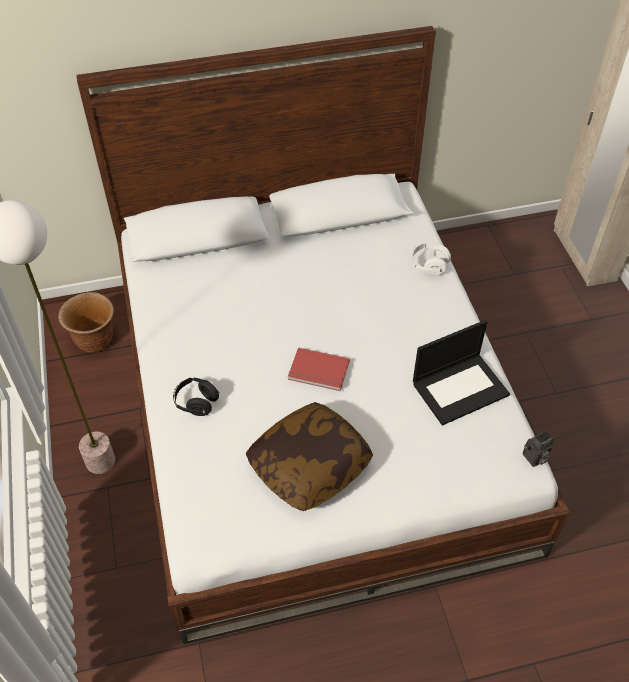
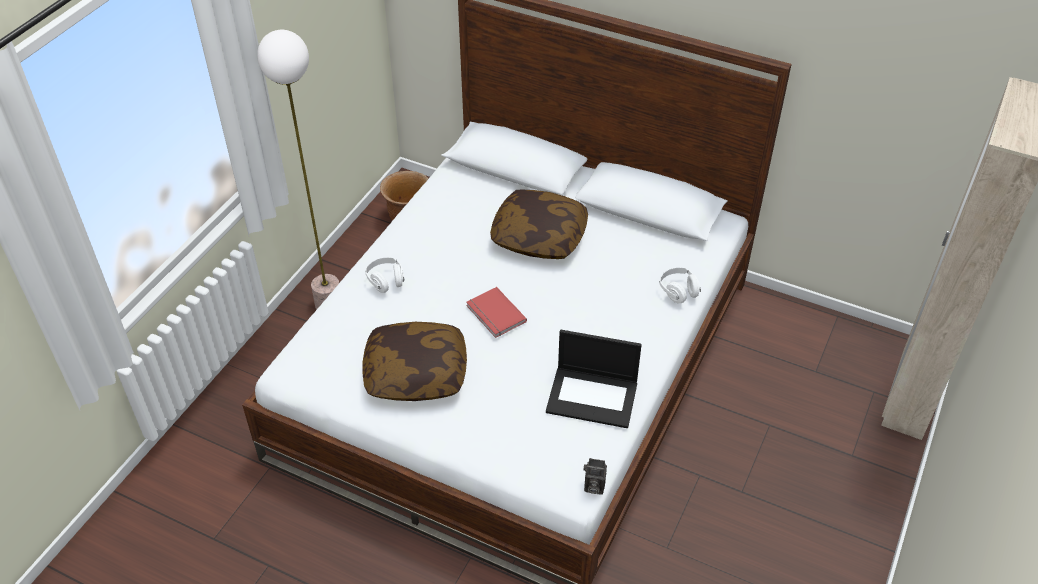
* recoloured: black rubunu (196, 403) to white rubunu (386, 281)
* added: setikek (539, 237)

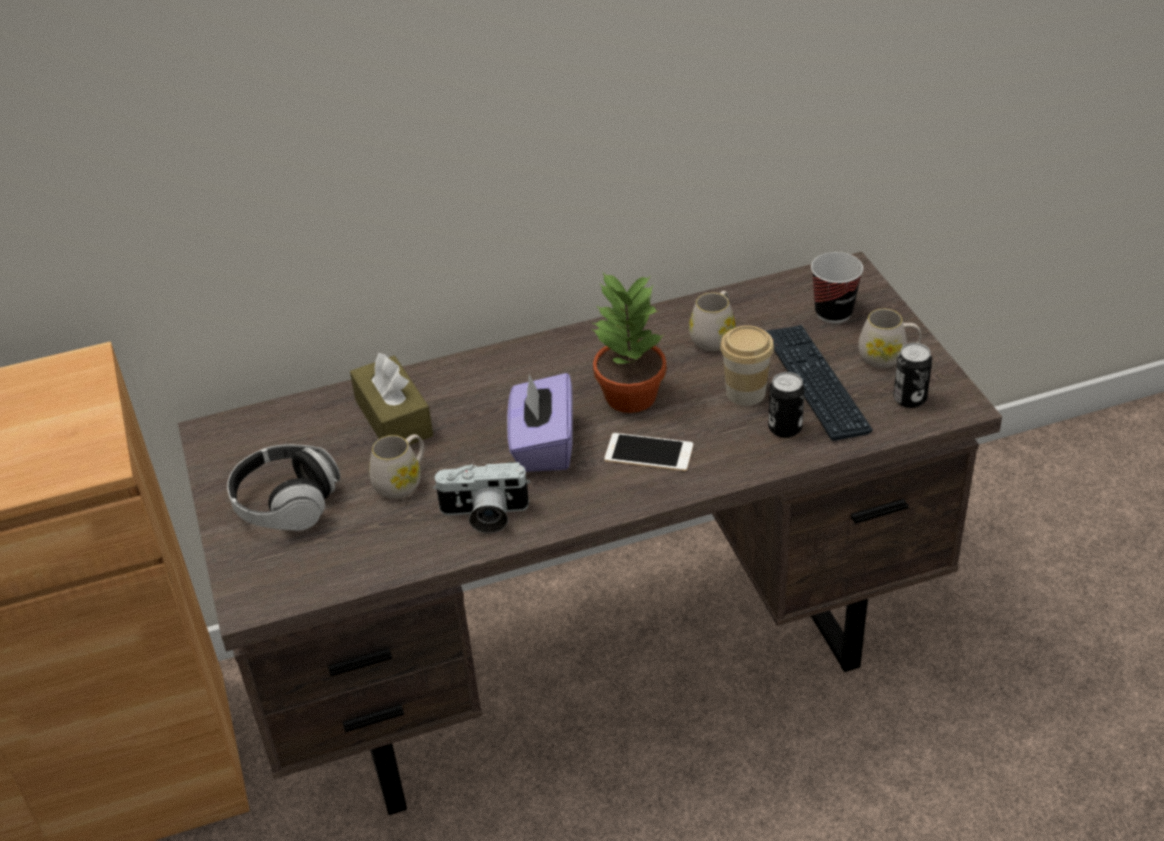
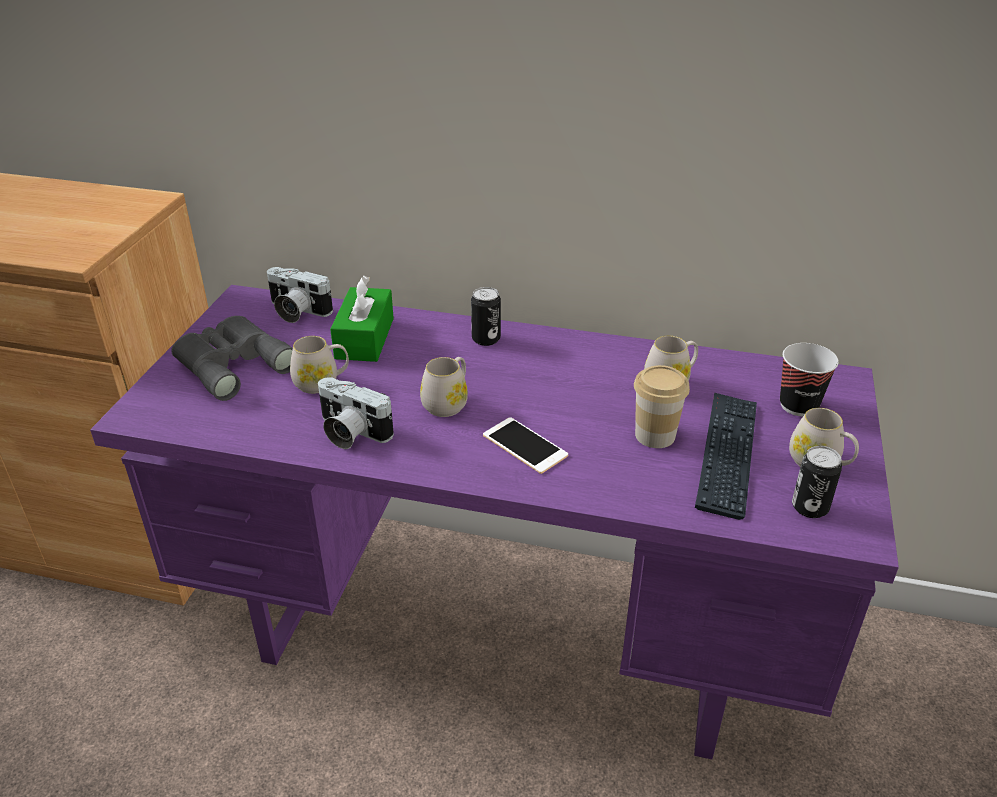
* recoloured: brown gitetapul (601, 661) to purple gitetapul (502, 633)
* removed: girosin (629, 396)
* recoloured: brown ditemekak (394, 418) to green ditemekak (364, 338)
* moved: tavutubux (785, 428) to (486, 339)
* replaced: purple ditemekak (543, 445) to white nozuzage (448, 403)
* replaced: rubunu (287, 504) to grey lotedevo (232, 363)
* added: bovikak (296, 311)

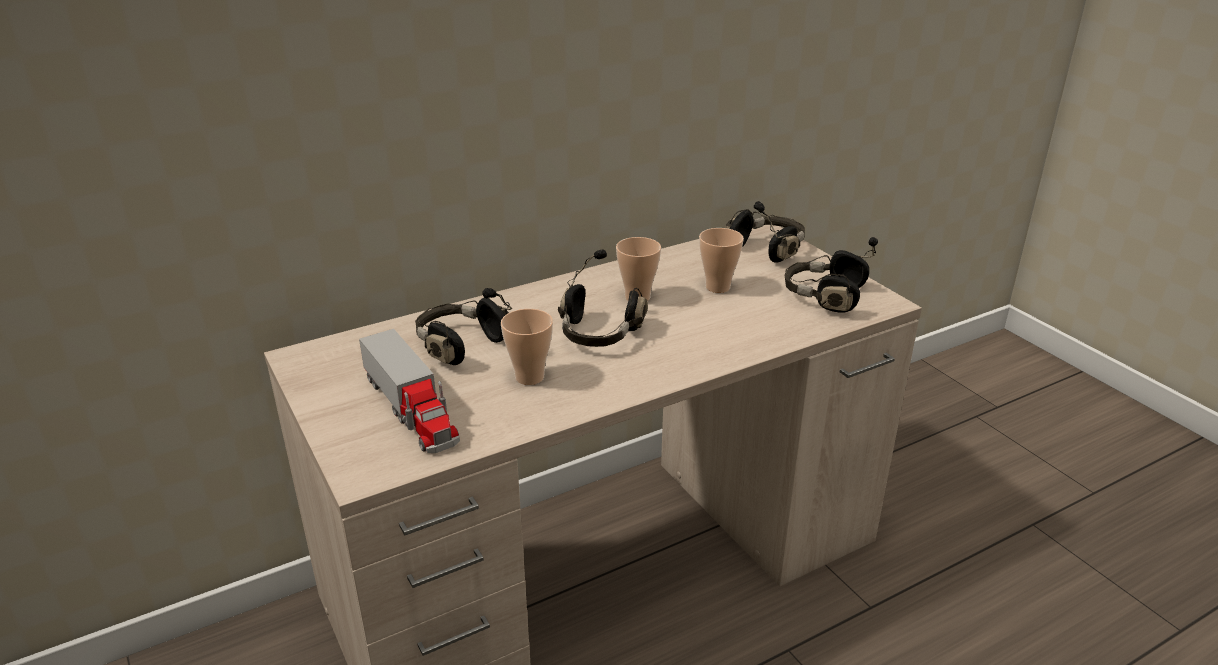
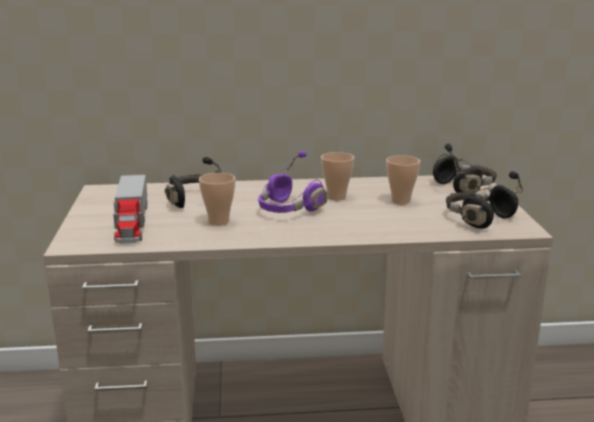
* recoloured: black rubunu (599, 333) to purple rubunu (288, 210)

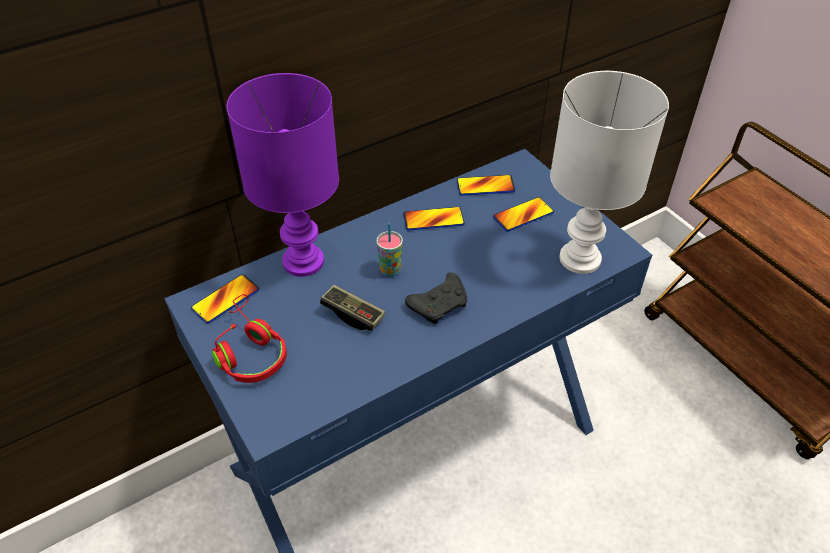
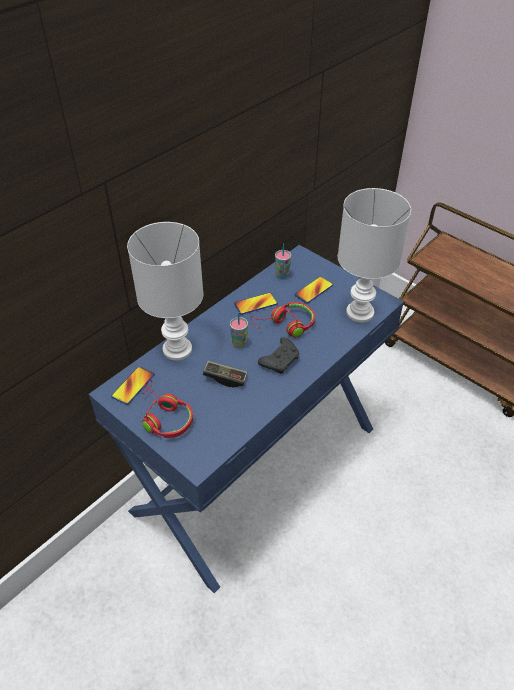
* recoloured: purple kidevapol (303, 260) to white kidevapol (176, 349)
* replaced: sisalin (485, 186) to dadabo (282, 275)
* added: red rubunu (286, 325)

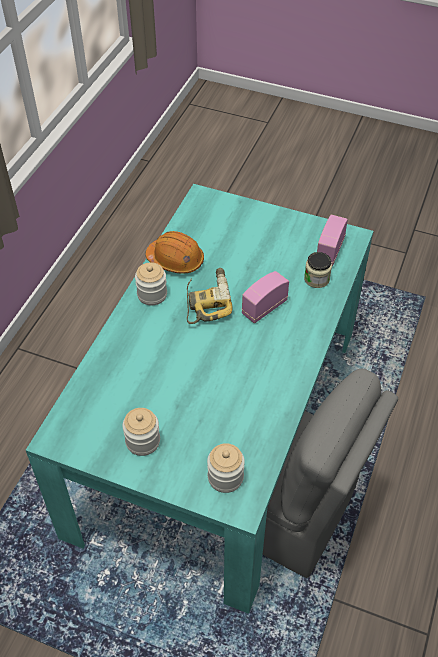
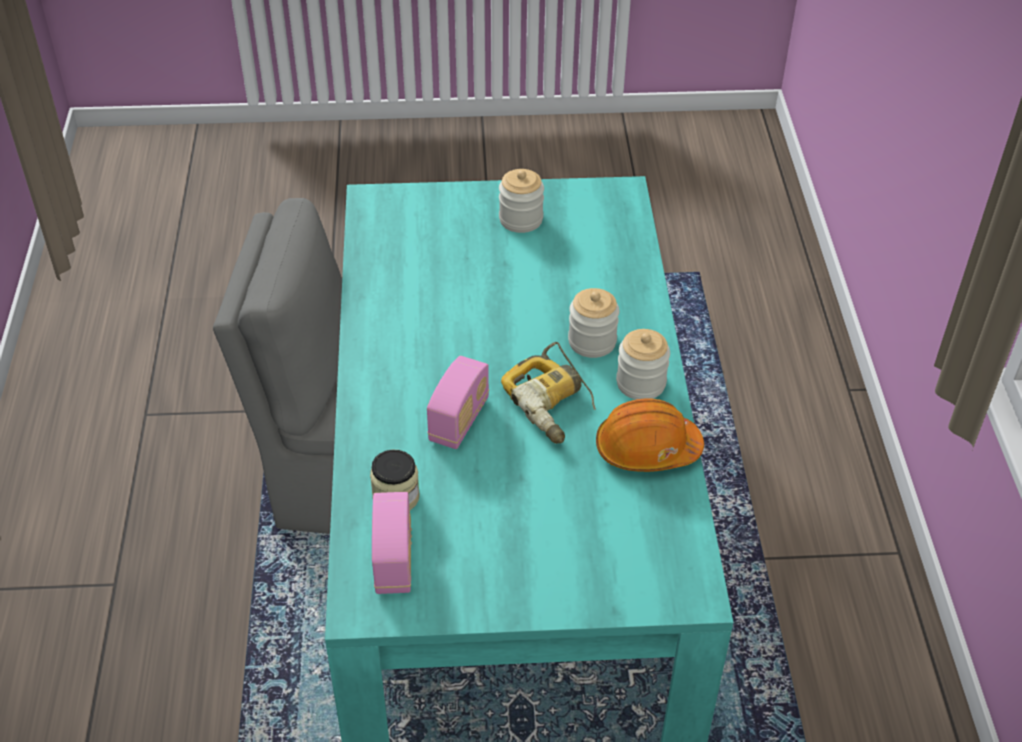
* moved: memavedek (225, 477) to (592, 341)

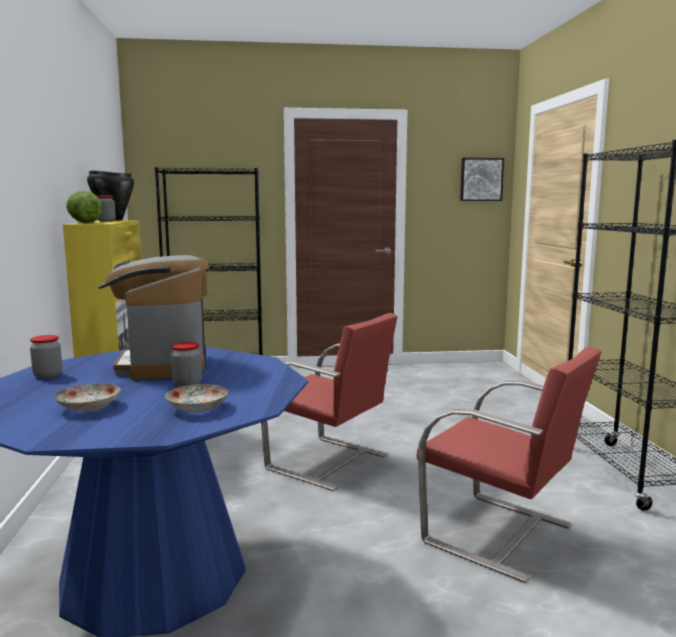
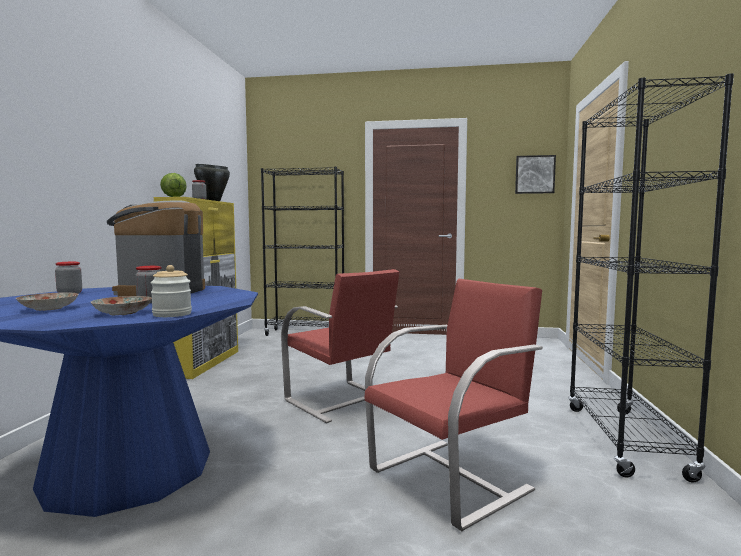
* turned: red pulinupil (500, 535) = (452, 479) 90 degrees counterclockwise
* added: memavedek (172, 314)

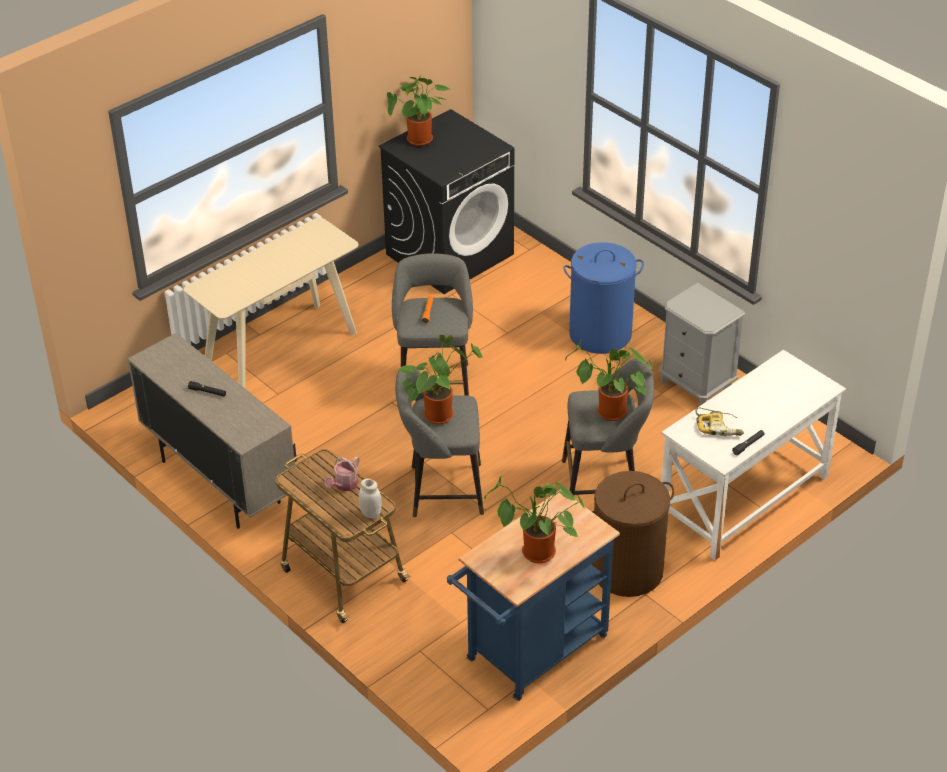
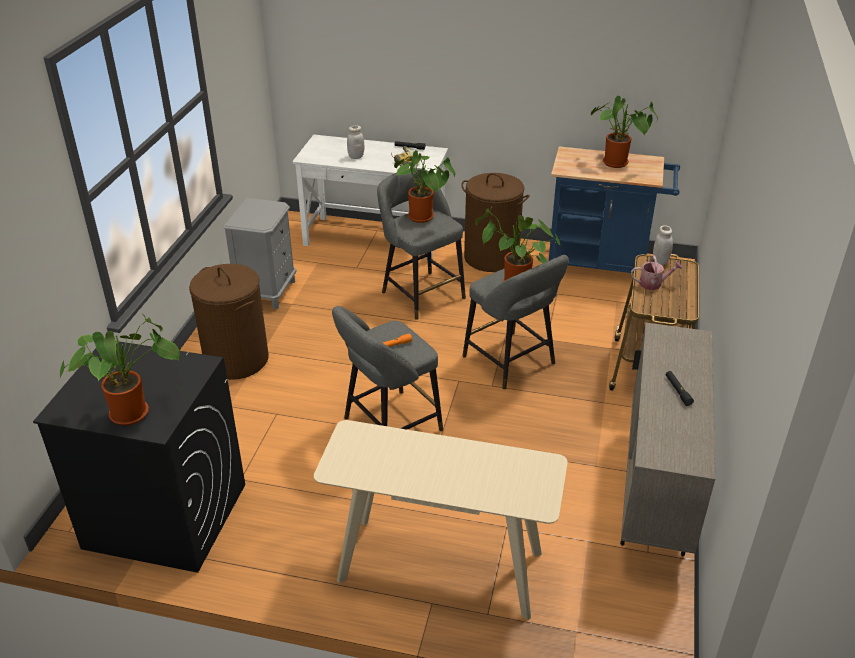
* recoloured: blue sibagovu (600, 334) to brown sibagovu (237, 360)
* added: white memavedek (356, 156)

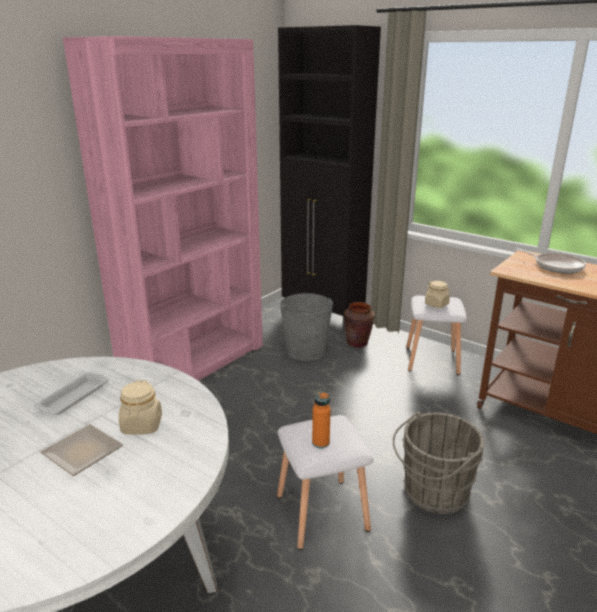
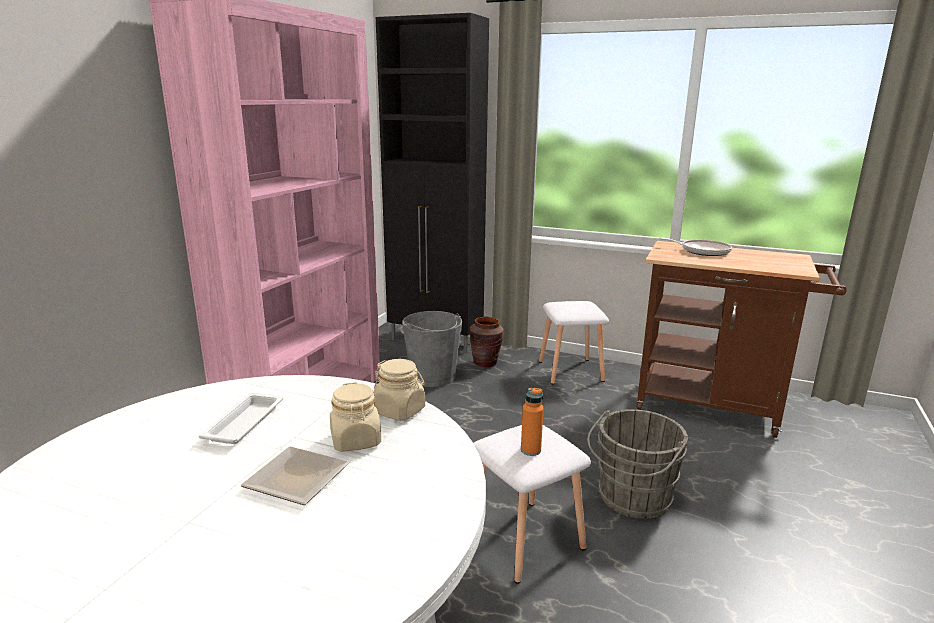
* moved: beige memavedek (436, 304) to (399, 411)

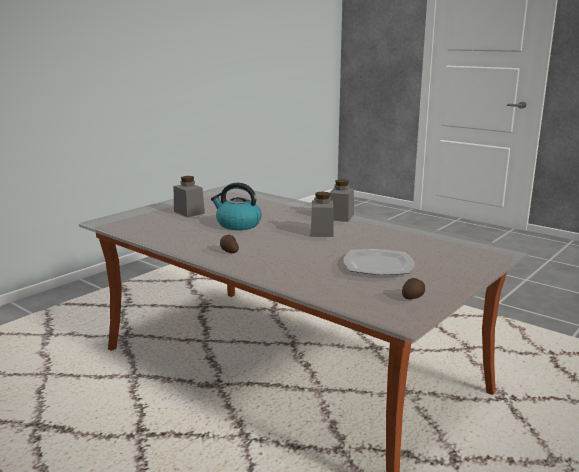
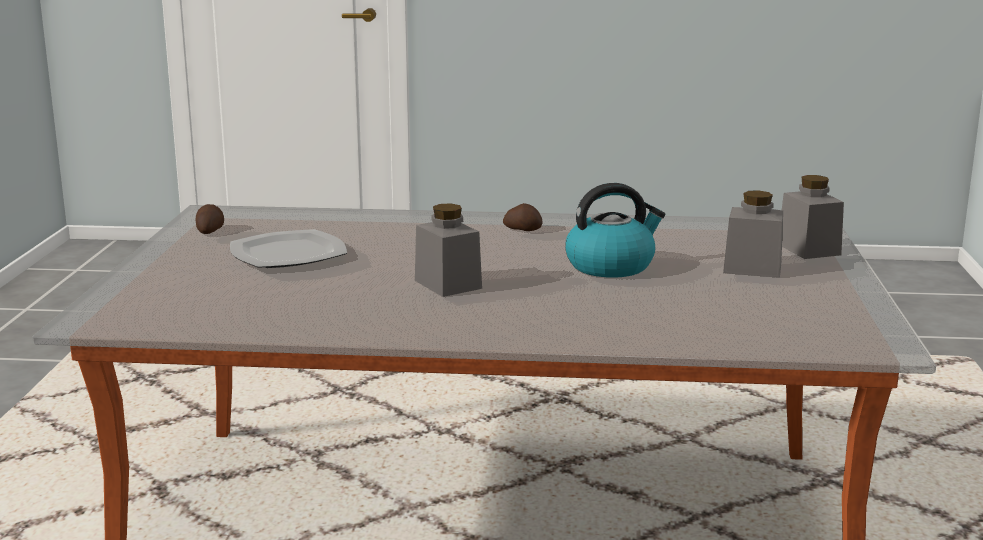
* moved: grey memavedek (340, 217) to (808, 249)

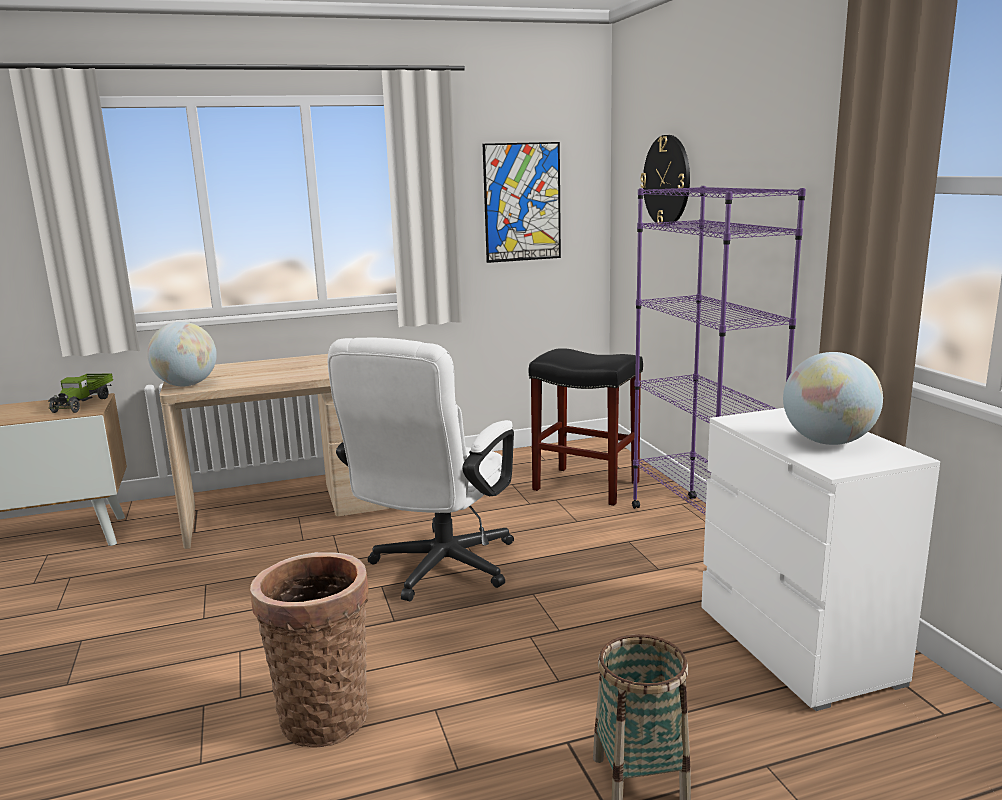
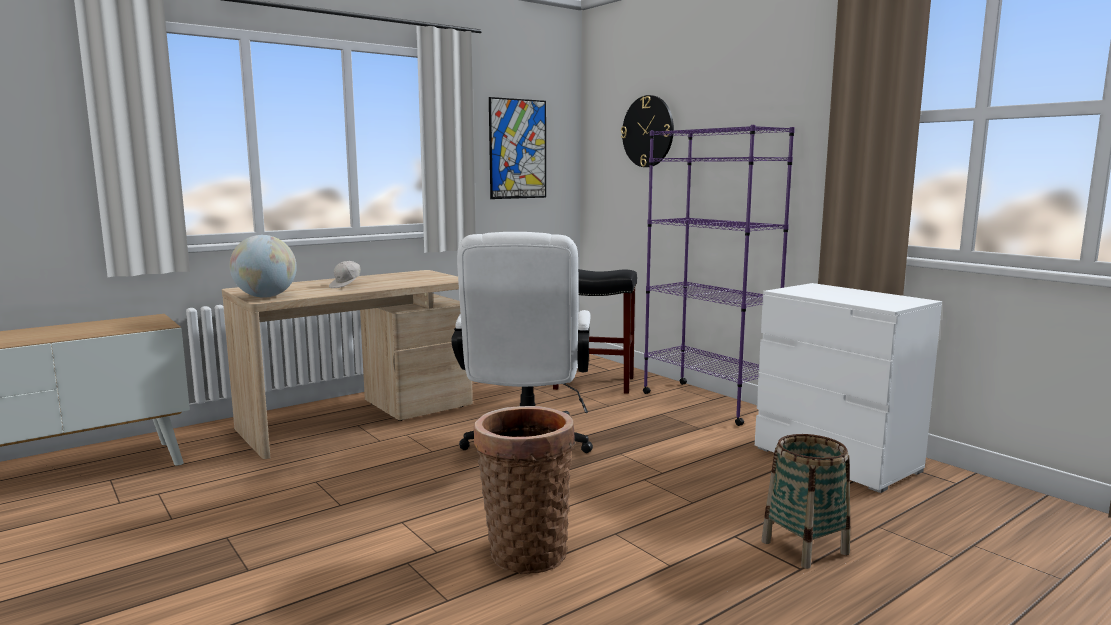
* removed: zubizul (828, 442)
* removed: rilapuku (84, 403)
* added: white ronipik (347, 285)

